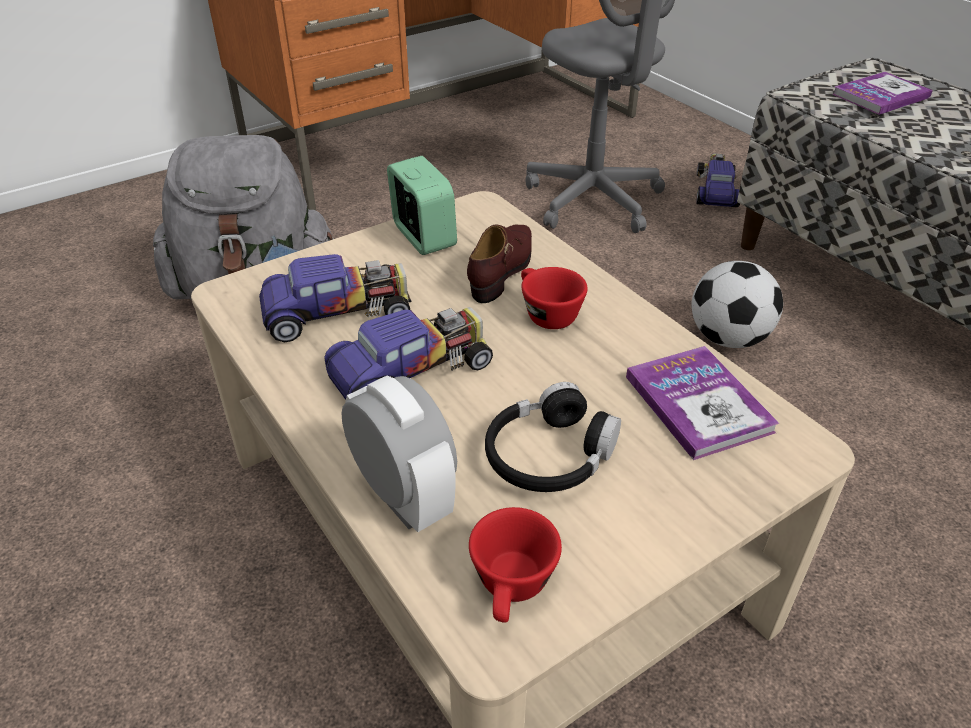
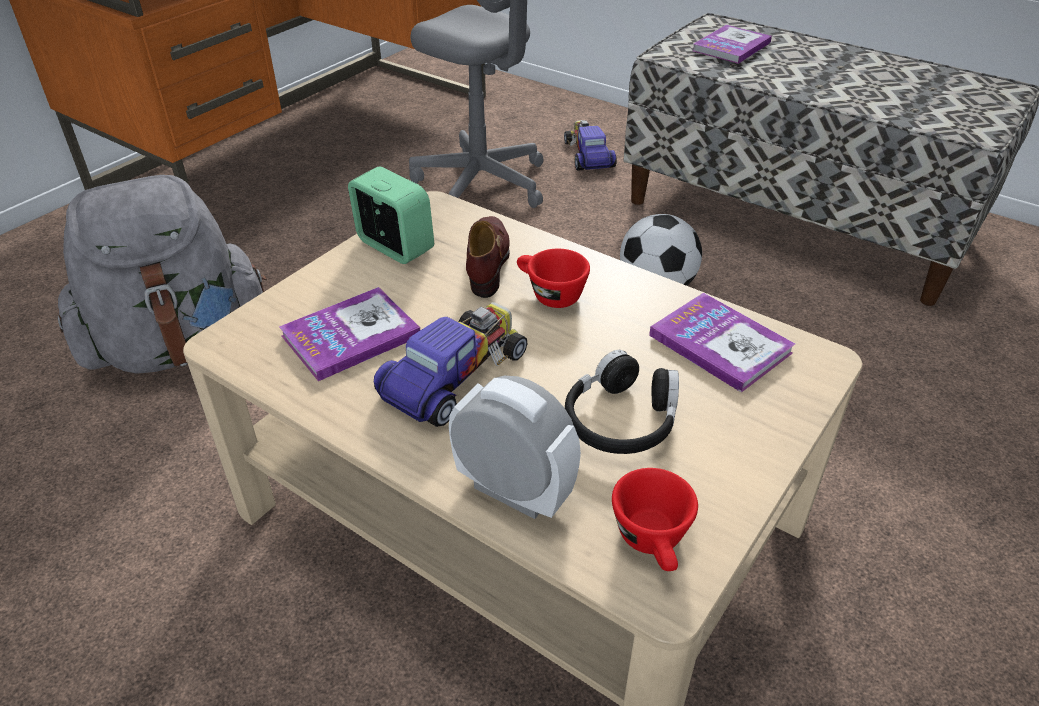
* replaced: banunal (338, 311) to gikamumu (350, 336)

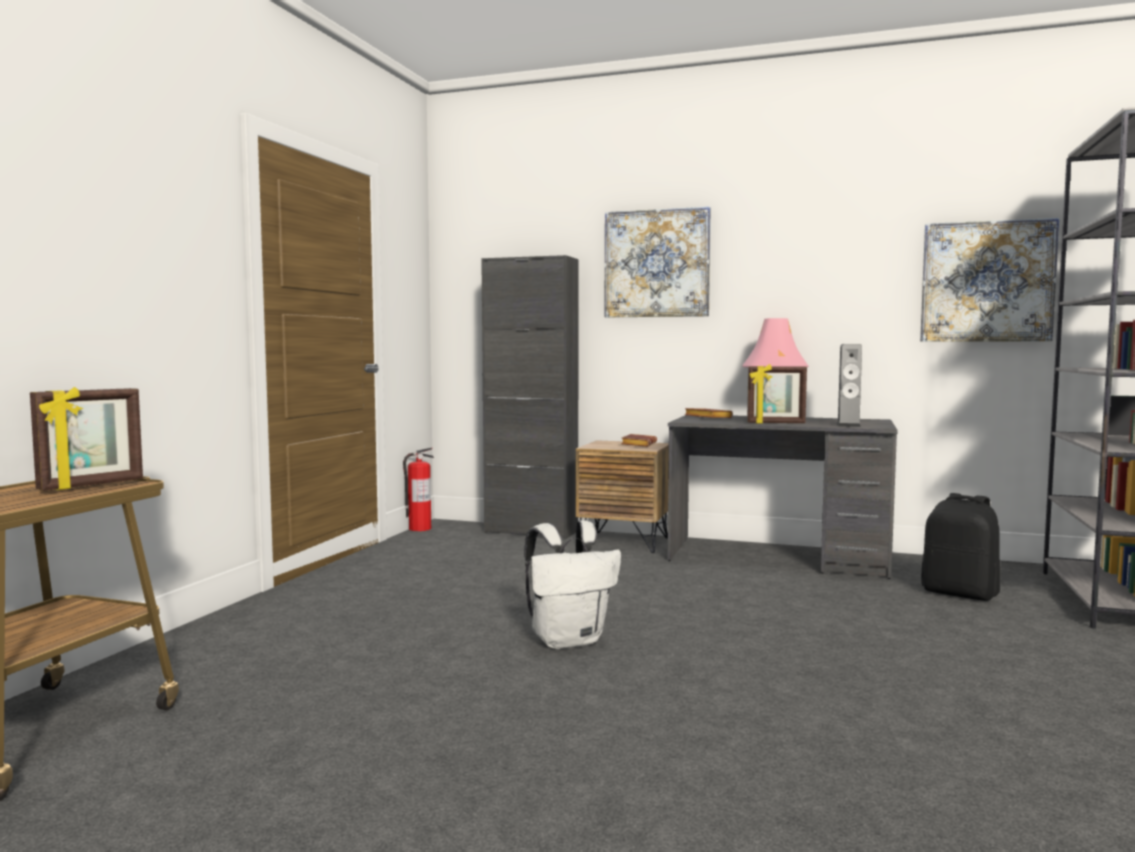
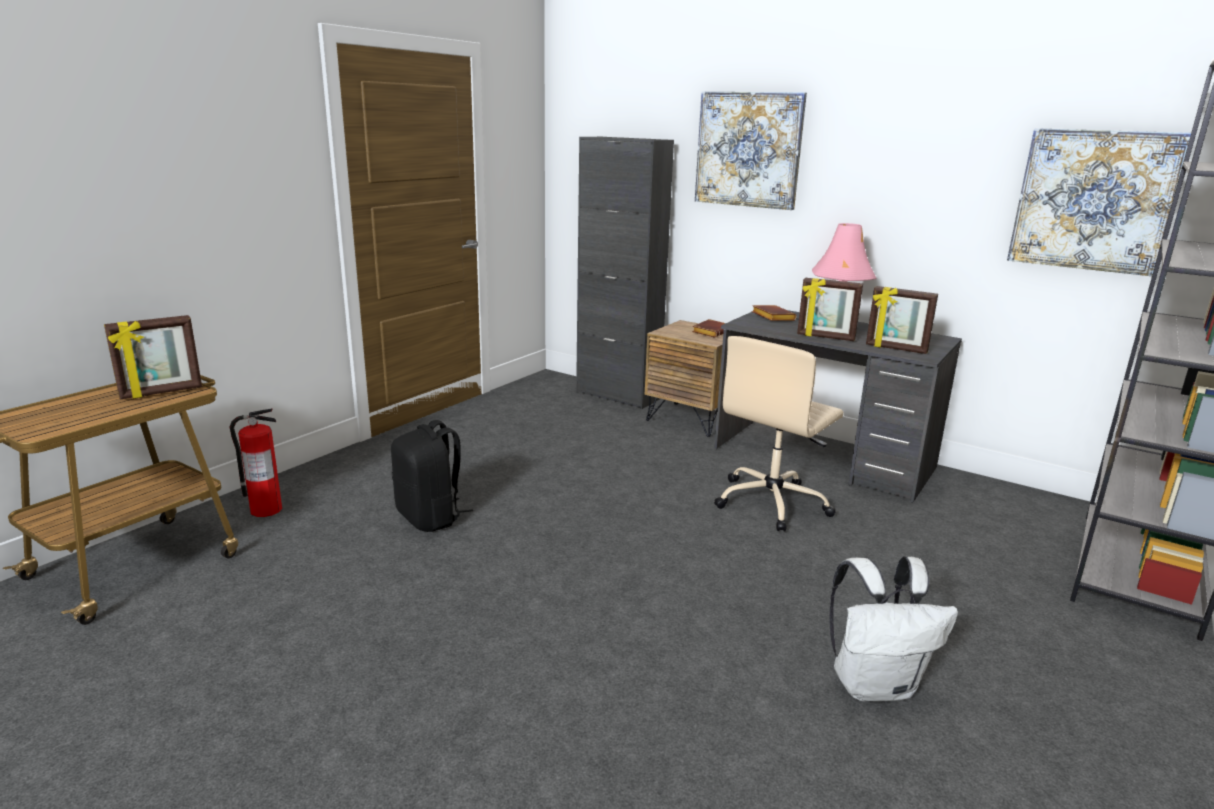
* replaced: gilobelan (848, 425) to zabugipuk (896, 349)
* moved: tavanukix (419, 528) to (265, 510)
* moved: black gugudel (960, 593) to (430, 518)
* moved: white gugudel (568, 640) to (875, 684)
* added: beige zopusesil (772, 502)

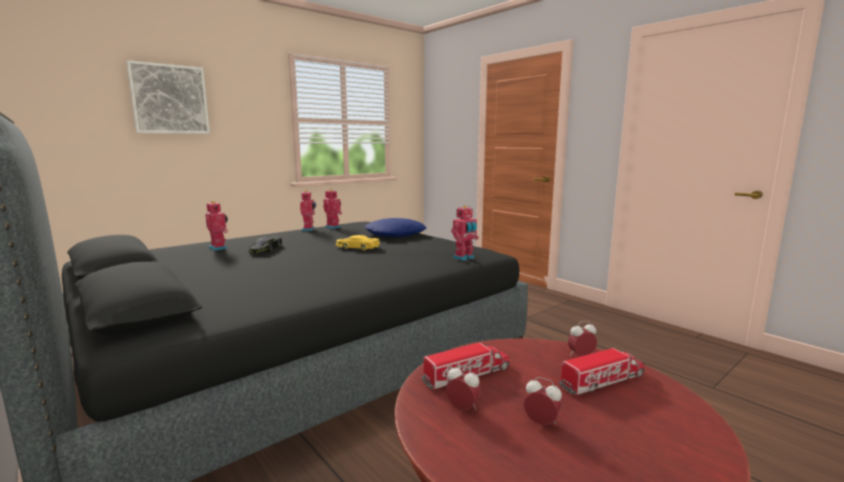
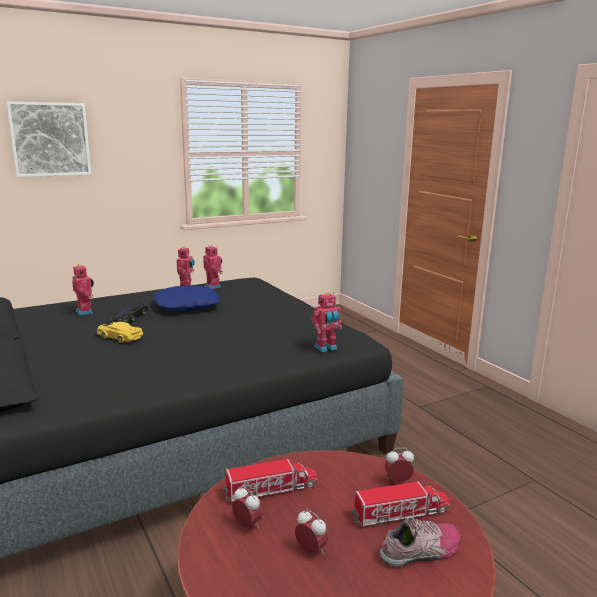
* moved: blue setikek (395, 234) to (186, 305)
* moved: yellow banunal (357, 247) to (119, 336)
* added: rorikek (421, 551)

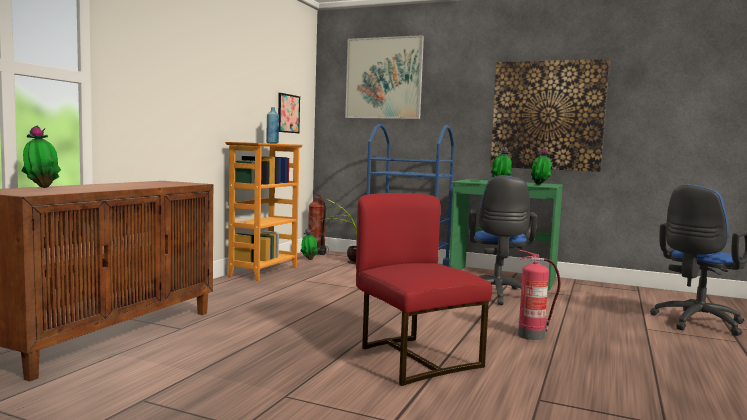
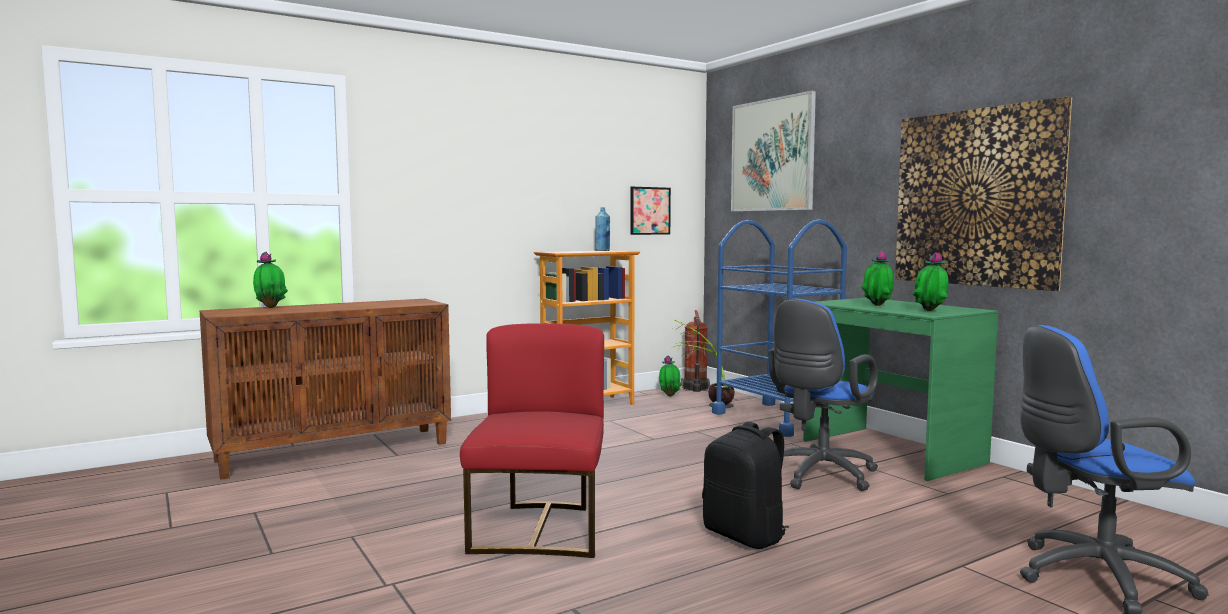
* replaced: tavanukix (532, 335) to black gugudel (745, 536)

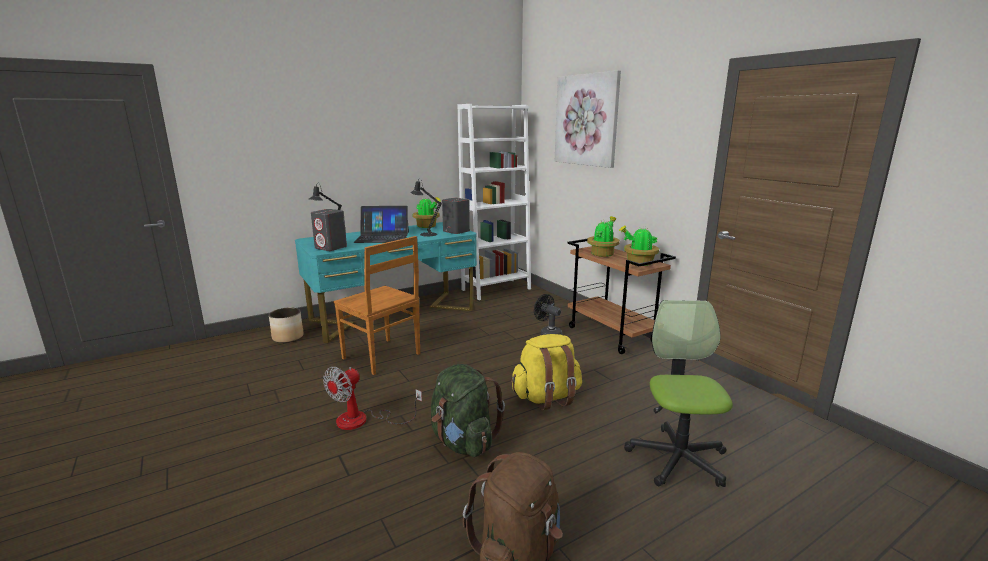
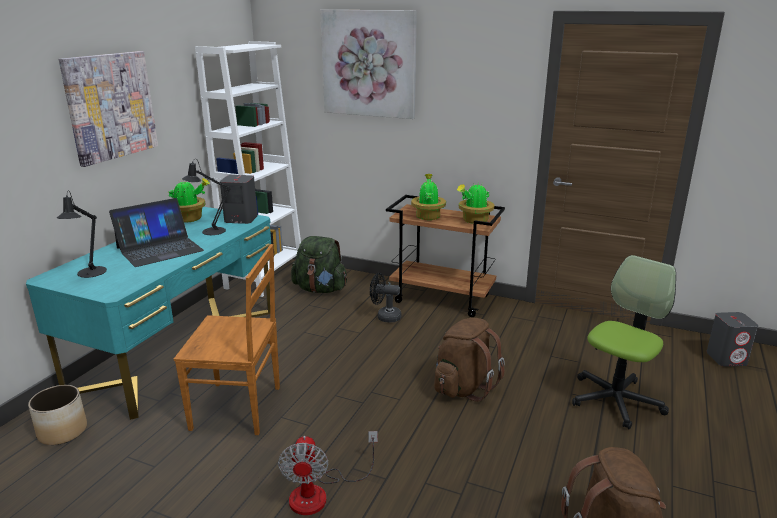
* moved: grey gilobelan (331, 248) to (726, 358)
* turned: zopusesil (677, 459) = (615, 400) 75 degrees clockwise
* recoloured: yellow gugudel (546, 398) to brown gugudel (464, 387)
* moved: green gugudel (463, 442) to (320, 289)
* added: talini (110, 106)

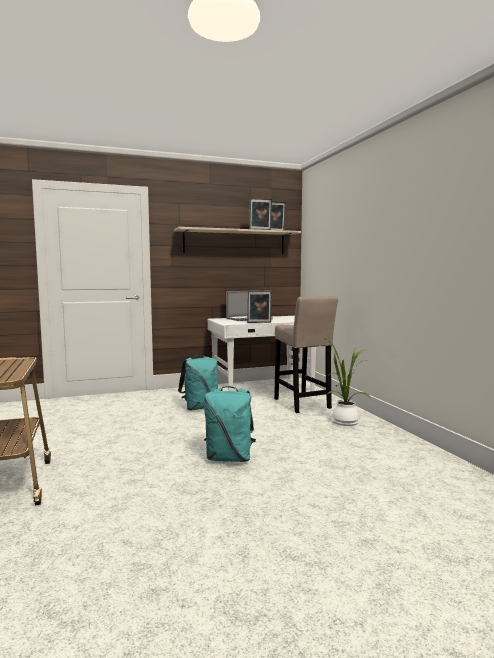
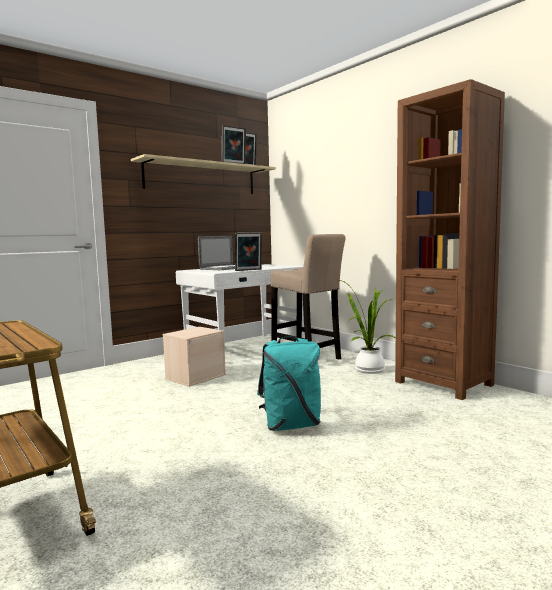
* replaced: turquoise gugudel (200, 407) to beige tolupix (195, 376)
* added: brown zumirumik (444, 383)

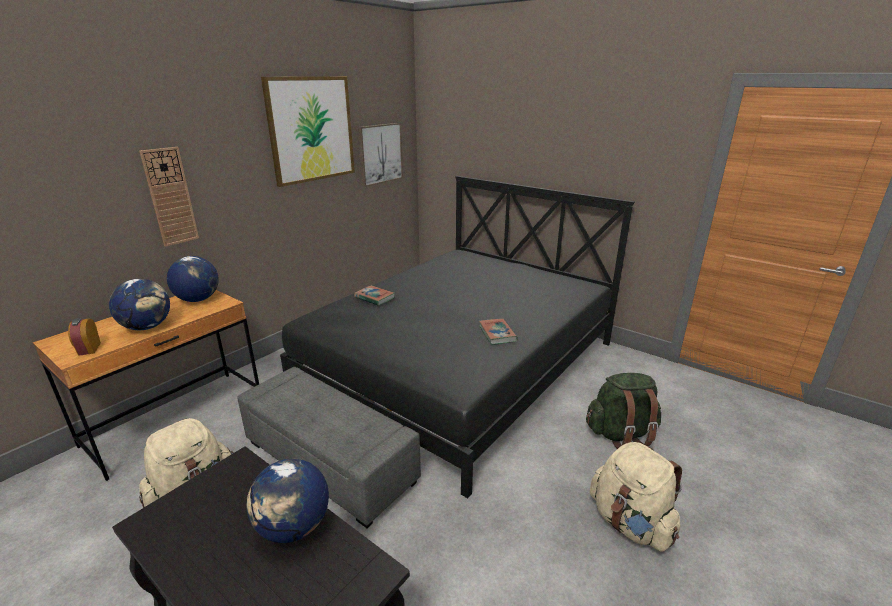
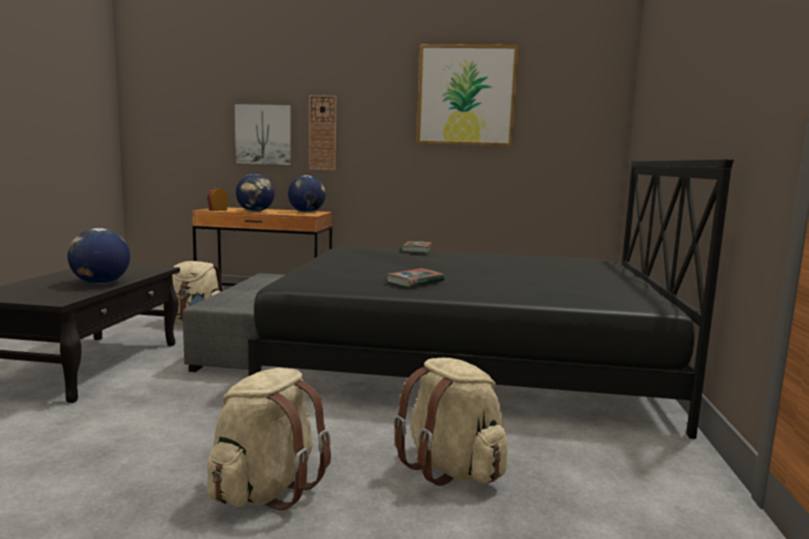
* moved: talini (380, 154) to (264, 134)
* recoloured: green gugudel (621, 433) to beige gugudel (451, 469)

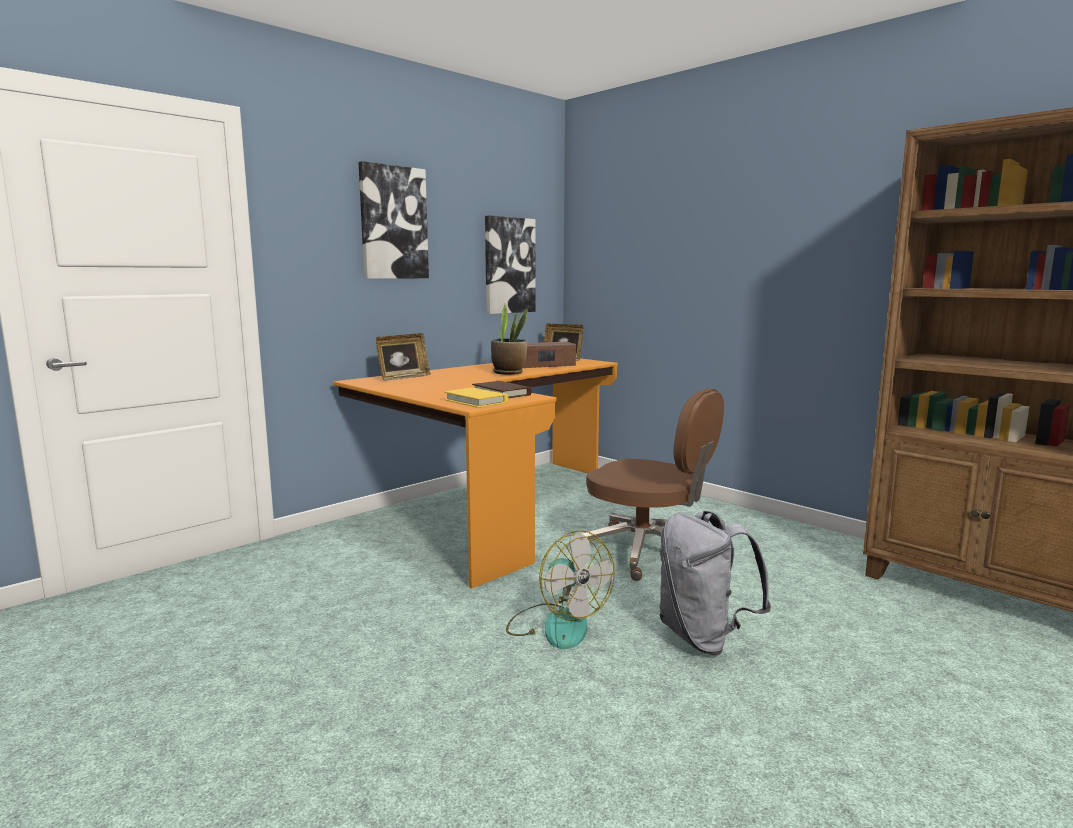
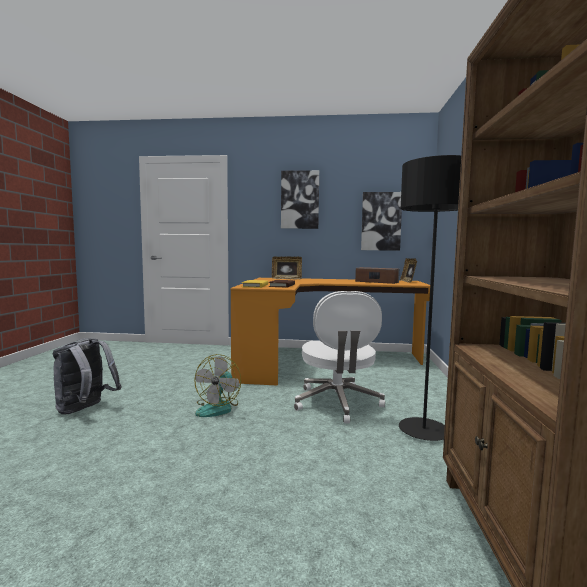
* removed: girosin (509, 372)
* recoloured: brown zopusesil (646, 553) to white zopusesil (337, 403)
* moved: grey gugudel (704, 638) to (85, 410)
* added: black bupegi (423, 431)

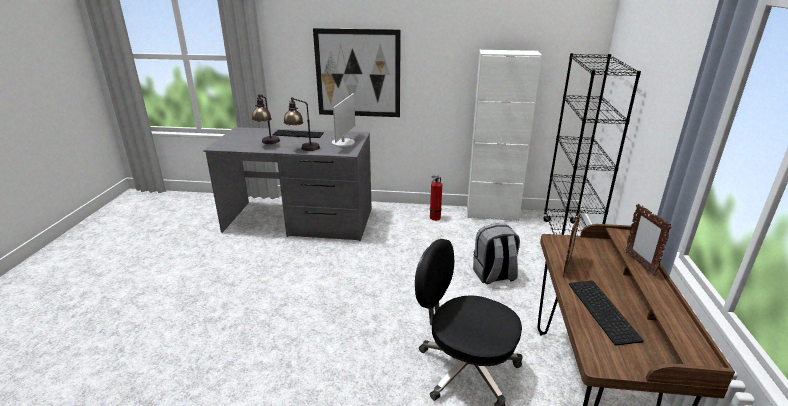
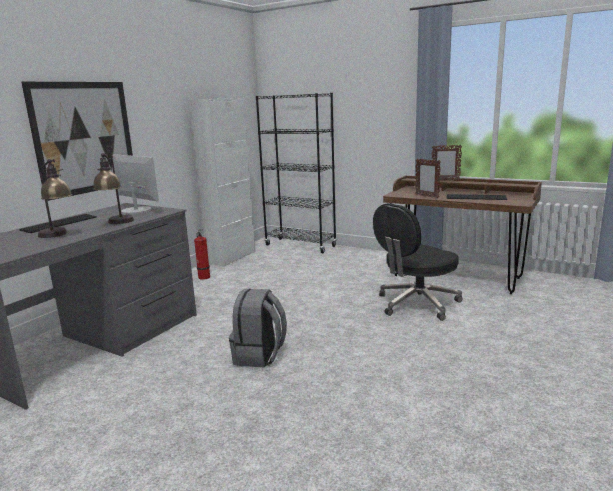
* moved: grey gugudel (494, 275) to (259, 356)

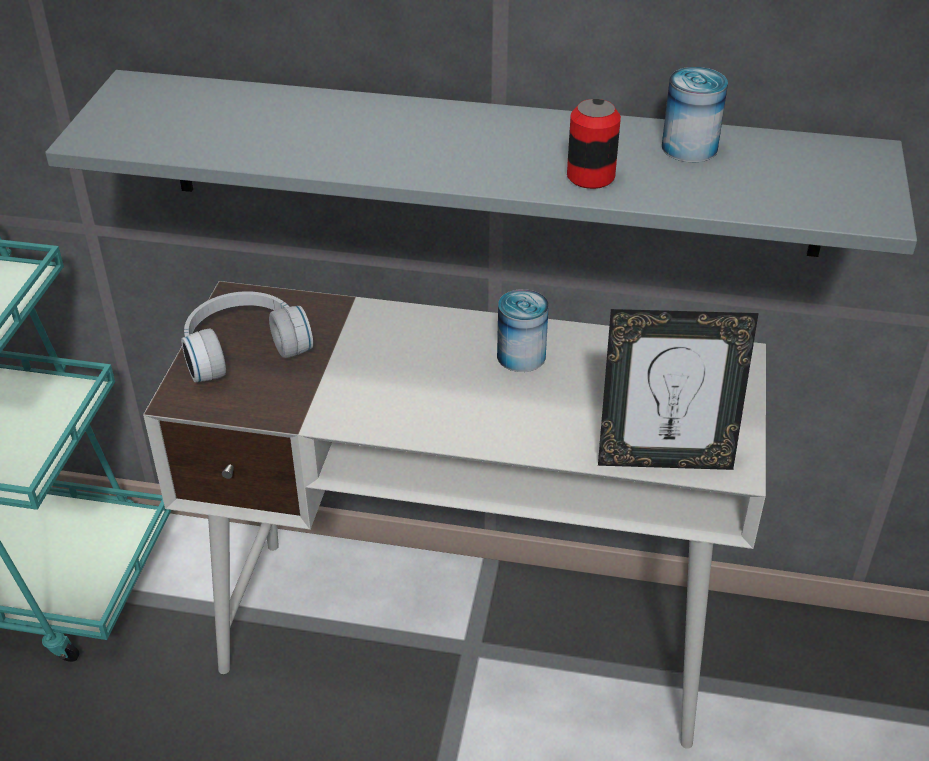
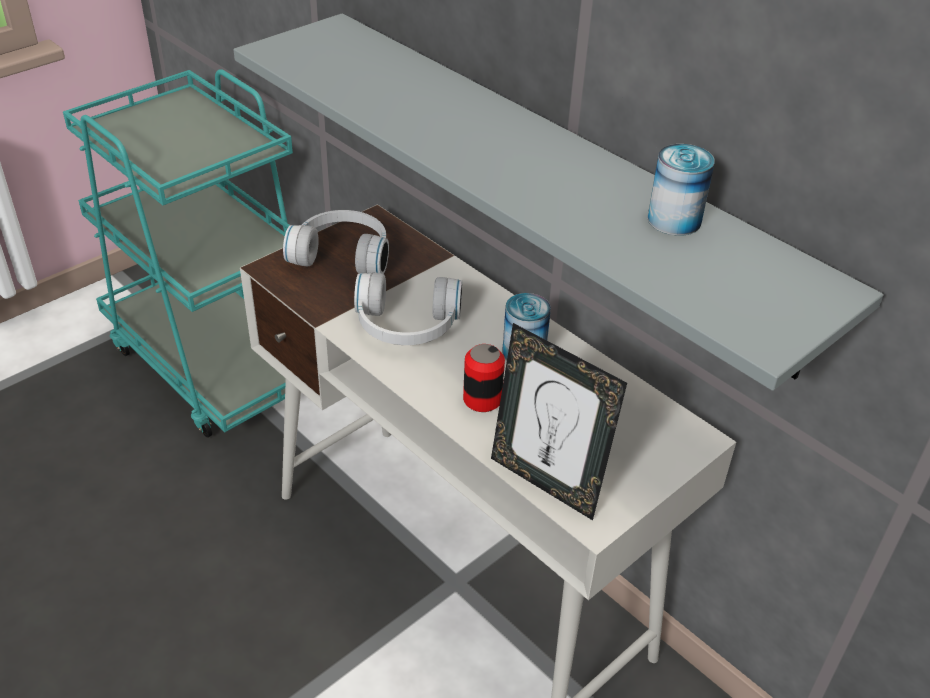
* moved: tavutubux (590, 176) to (482, 399)
* added: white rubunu (406, 327)

